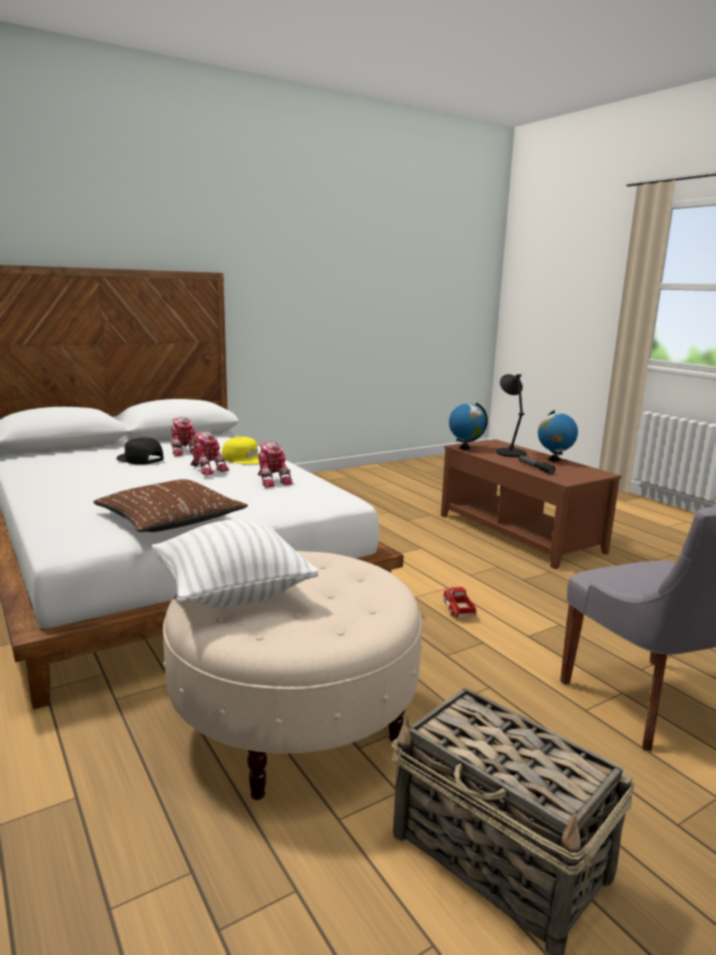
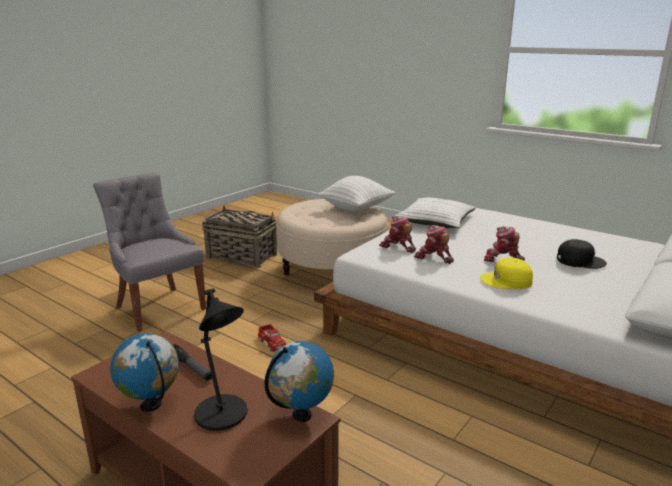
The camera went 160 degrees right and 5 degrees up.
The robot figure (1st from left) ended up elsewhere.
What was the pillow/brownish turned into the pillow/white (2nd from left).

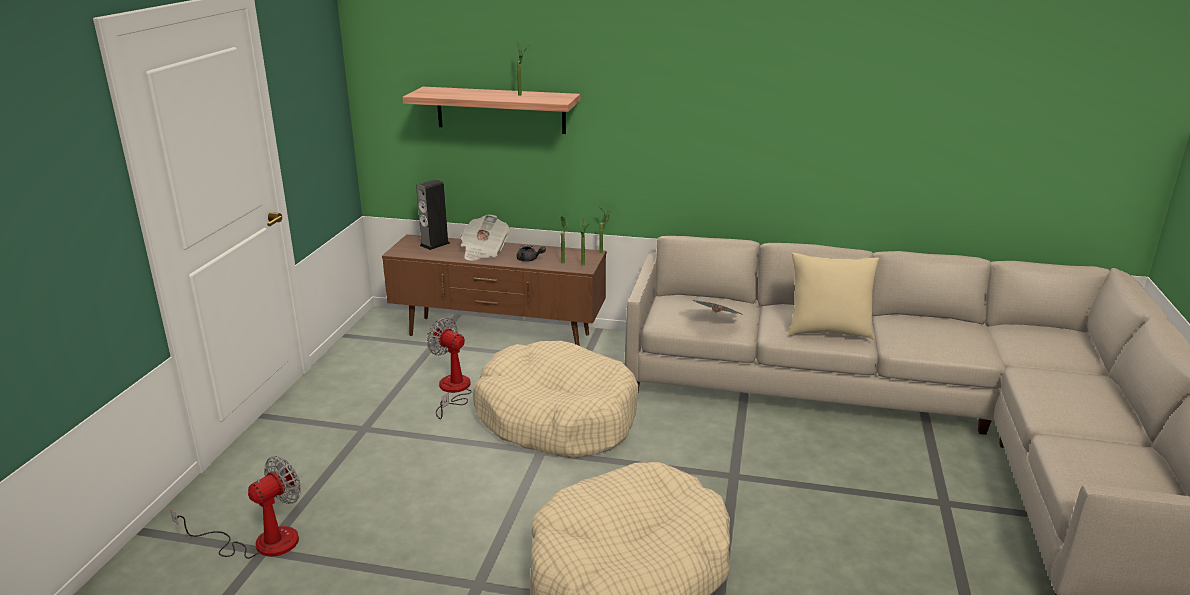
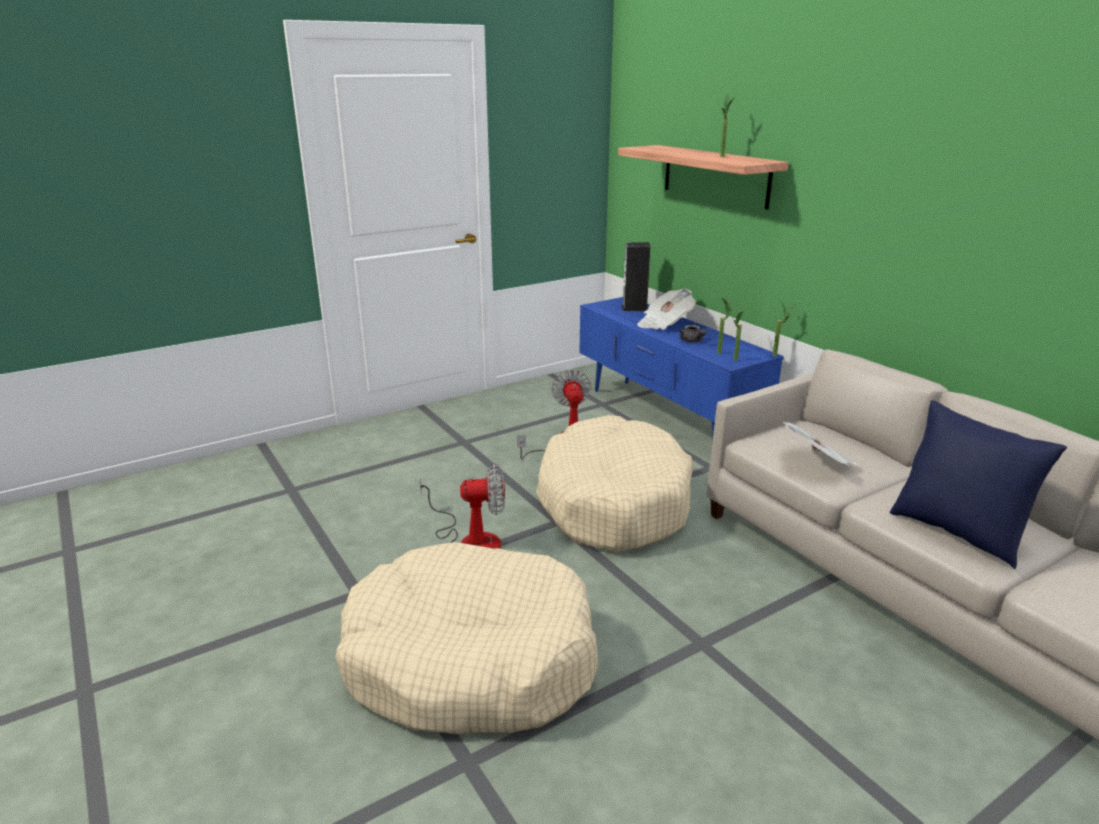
The camera went 45 degrees right and 0 degrees up.
What was the tv stand/brownish turned into the tv stand/blue.
What was the pillow/sand-coloured turned into the pillow/blue.
The cooling fan (1st from left) ended up elsewhere.

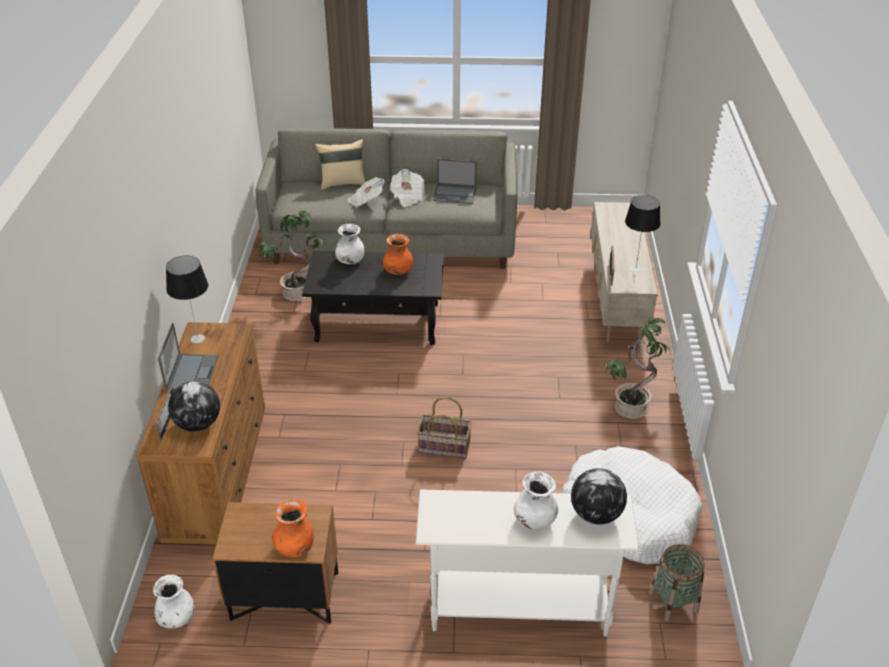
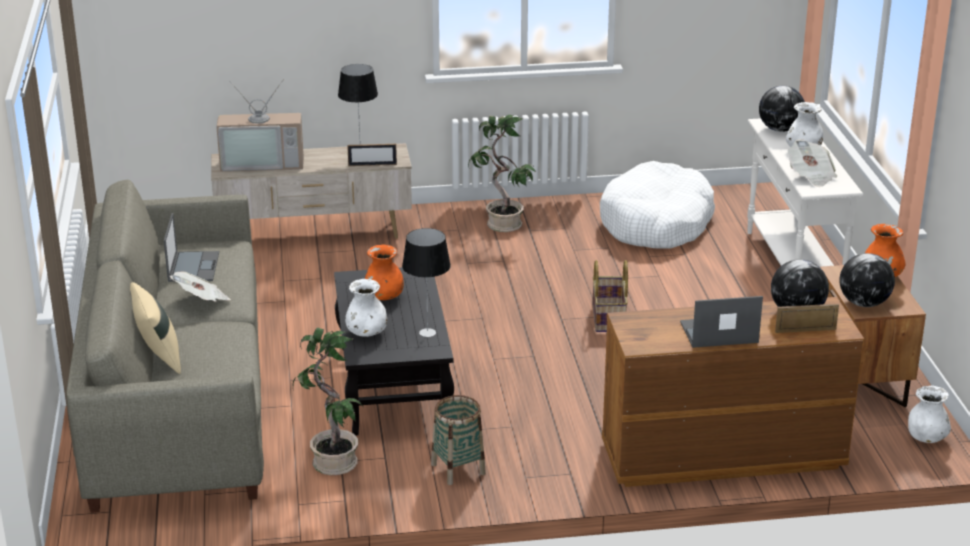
The camera went 100 degrees left and 10 degrees down.
The printed paper (1st from left in the first image) ended up elsewhere.
The table lamp (1st from left in the first image) ended up elsewhere.
The storage basket (2nd from left in the first image) ended up elsewhere.
The second view gained the TV.
The second view gained the desk globe (3rd from left).

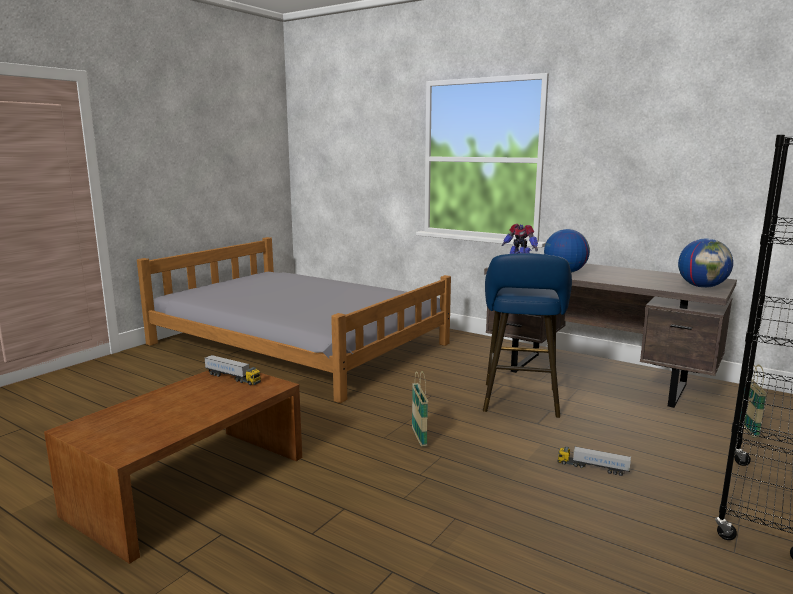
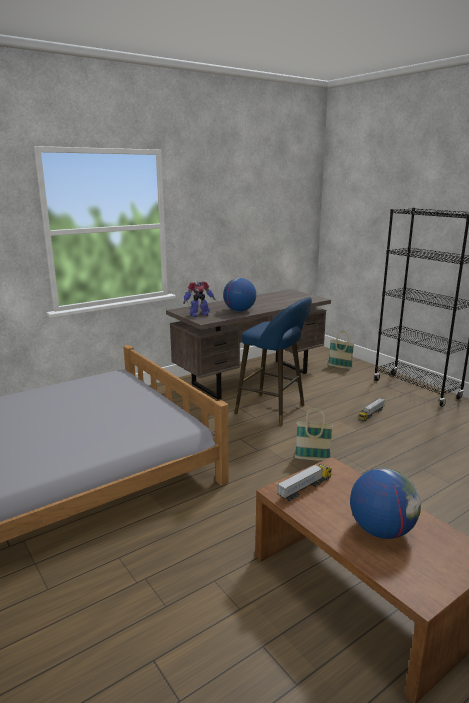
The camera went 70 degrees left and 5 degrees up.
The desk globe (2nd from left) ended up elsewhere.

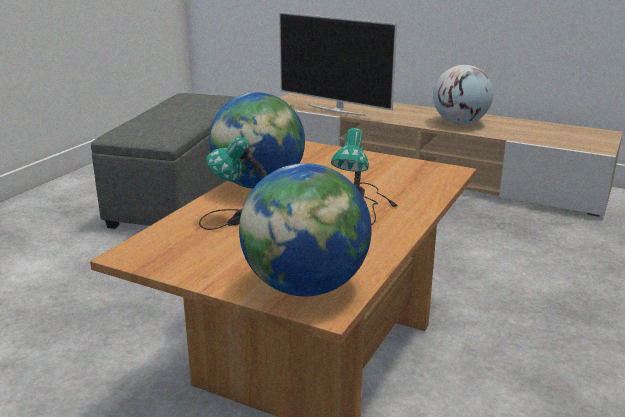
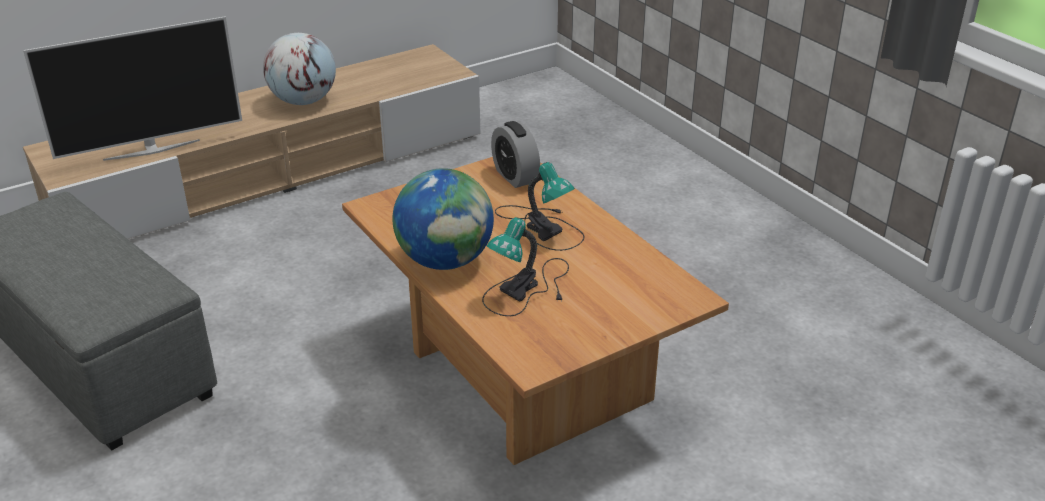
The camera went 60 degrees left and 10 degrees up.
The second view lost the desk globe (2nd from left).
The second view gained the bedside clock.

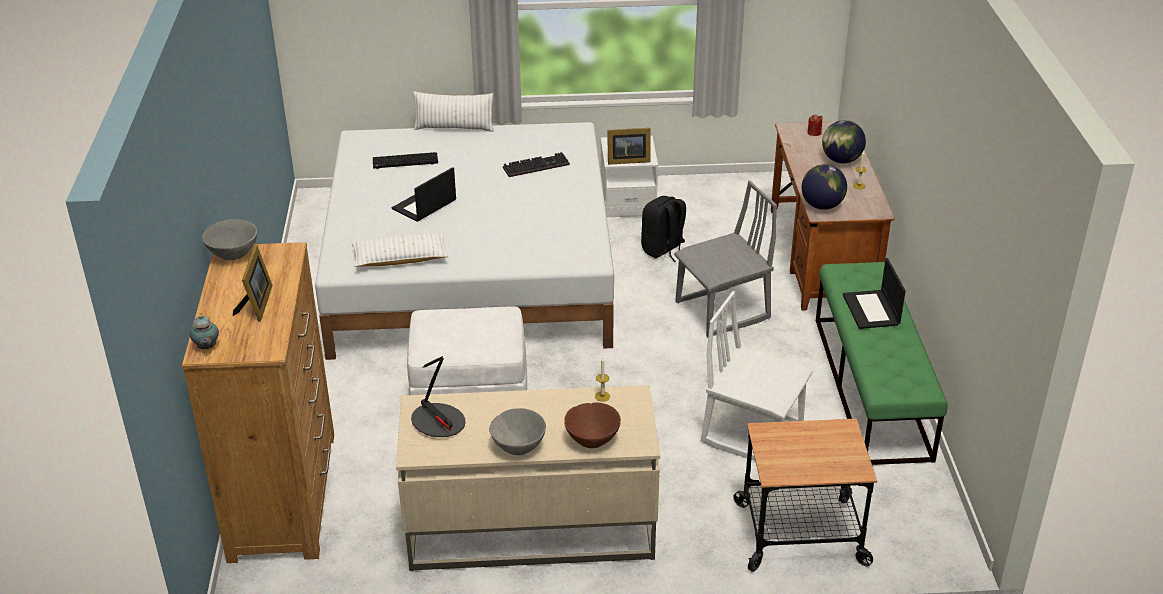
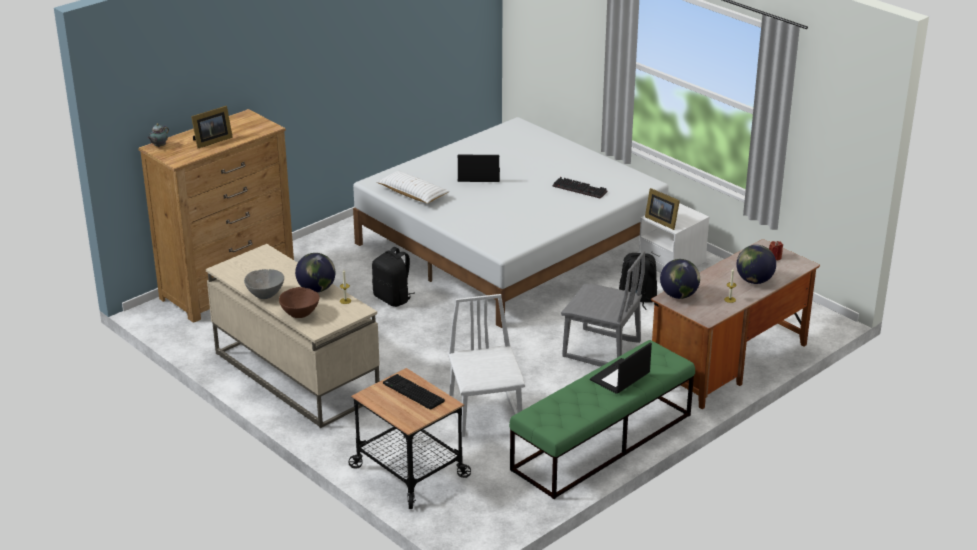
The camera went 50 degrees right and 5 degrees down.
The second view lost the pillow/white (2nd from left).
The PC keyboard (1st from left) ended up elsewhere.
The second view lost the serving bowl/grey (1st from left).
Where the footrest/white stood, the rucksack/black (1st from left) came to stand.
The second view lost the table lamp.
The second view gained the desk globe (1st from left).

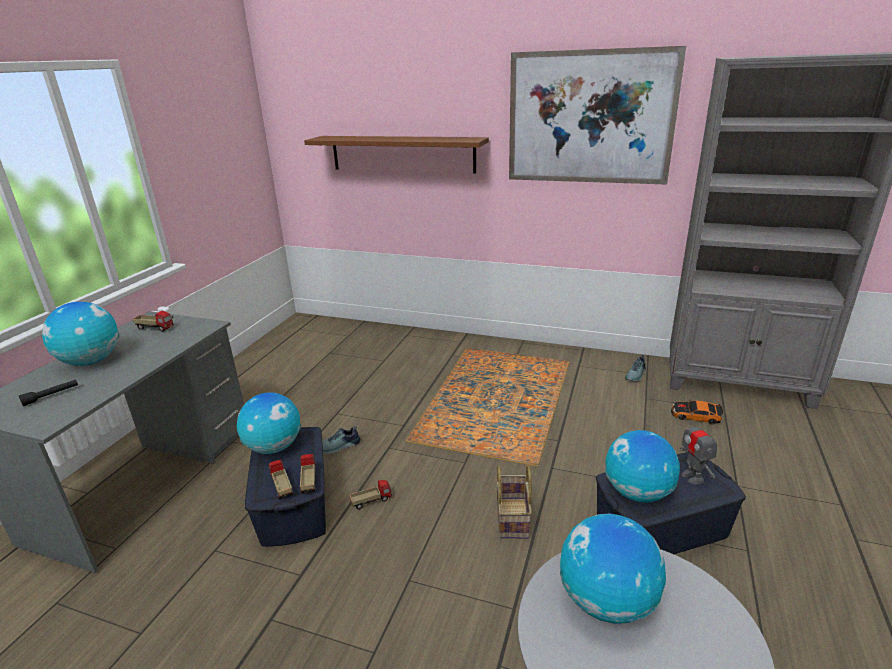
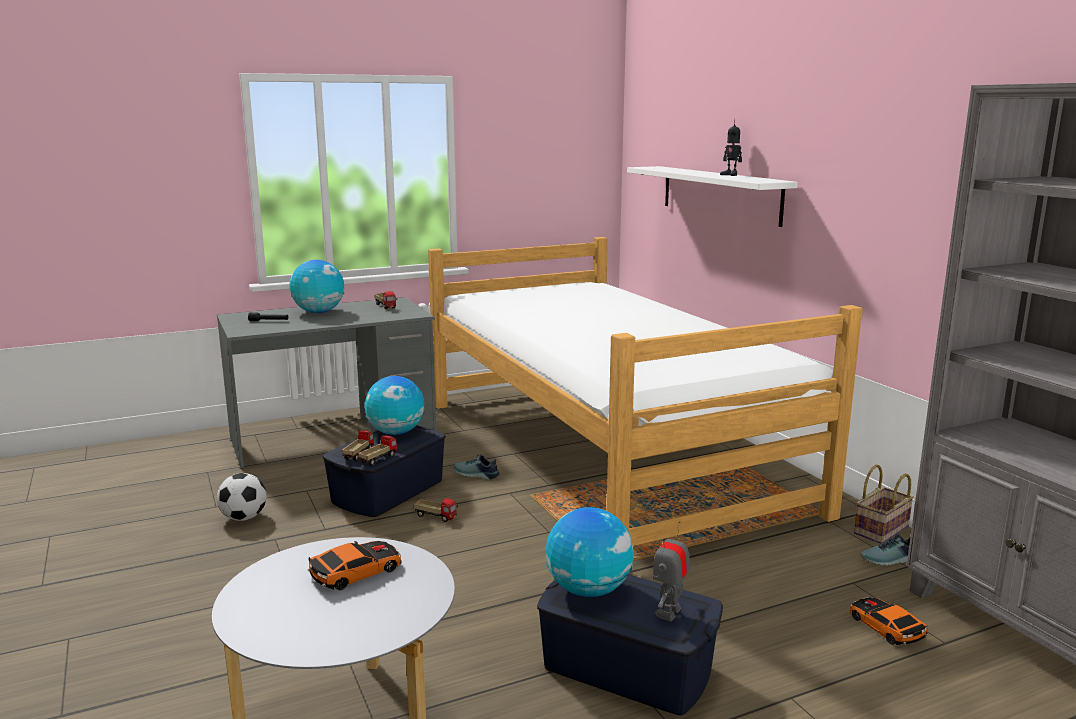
The camera went 45 degrees right and 10 degrees down.
The second view lost the picture.
What was the bracket shelf/brownish turned into the bracket shelf/white.
The storage basket ended up elsewhere.
Where the desk globe (3rd from left) stood, the model car (1st from left) came to stand.
The second view gained the robot figure (2nd from left).
The second view gained the bedroom bed.
The second view gained the football.

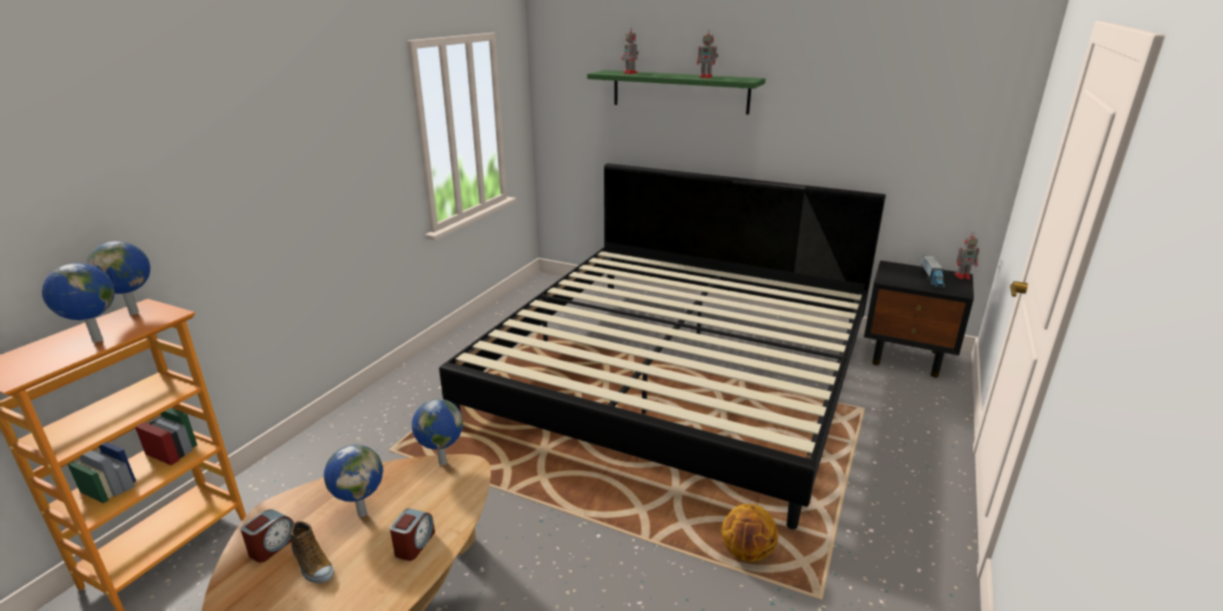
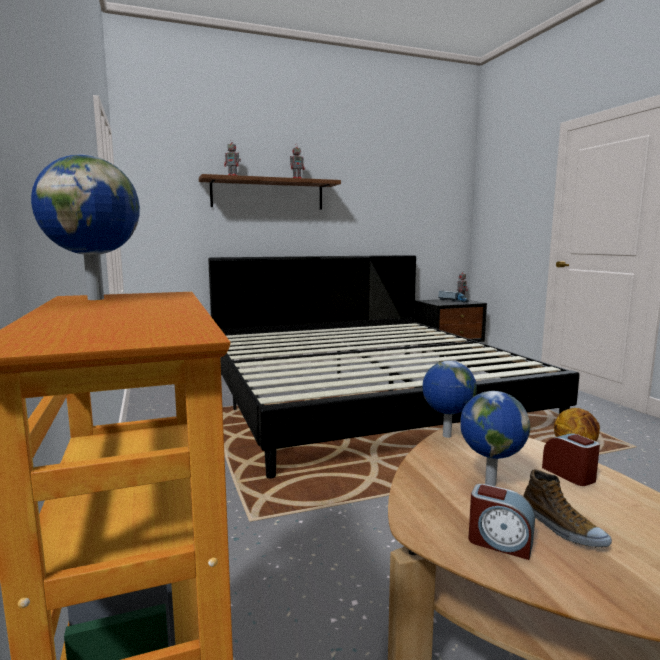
The camera went 45 degrees left and 15 degrees down.
What was the bracket shelf/greenish turned into the bracket shelf/brownish.
The second view lost the desk globe (1st from left).
The bedside clock (1st from left) ended up facing another way, 135 degrees clockwise from before.
The low shoe ended up facing another way, 60 degrees clockwise from before.

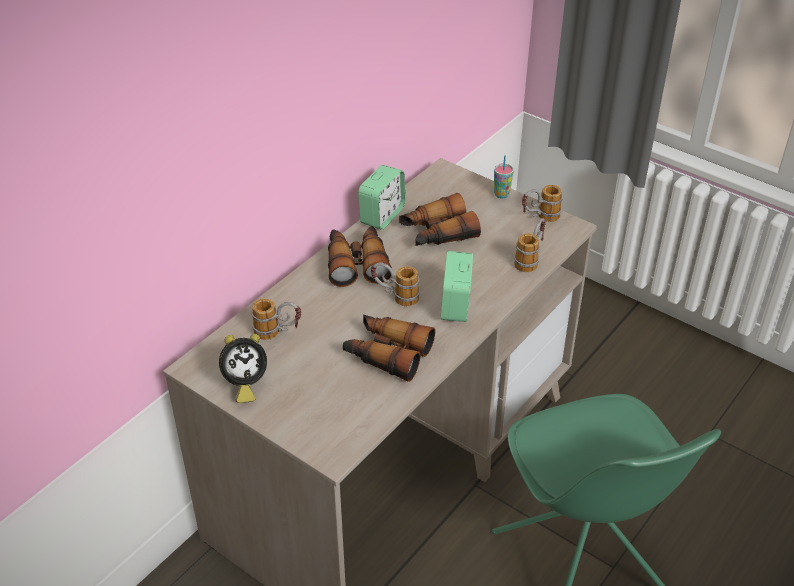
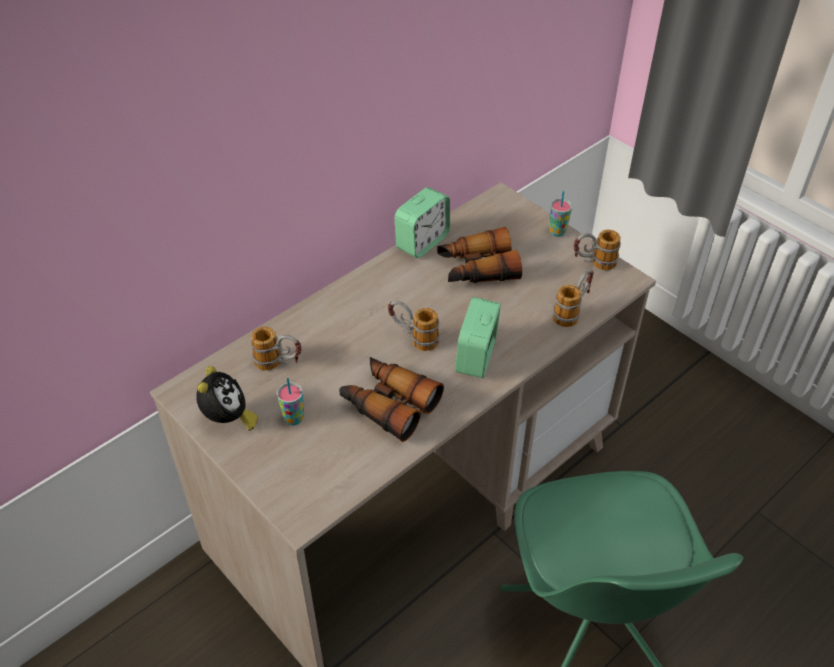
The camera went 10 degrees right and 5 degrees up.
The second view lost the binoculars (1st from left).
The bedside clock (1st from left) ended up facing another way, 75 degrees counterclockwise from before.
The second view gained the cup (1st from left).

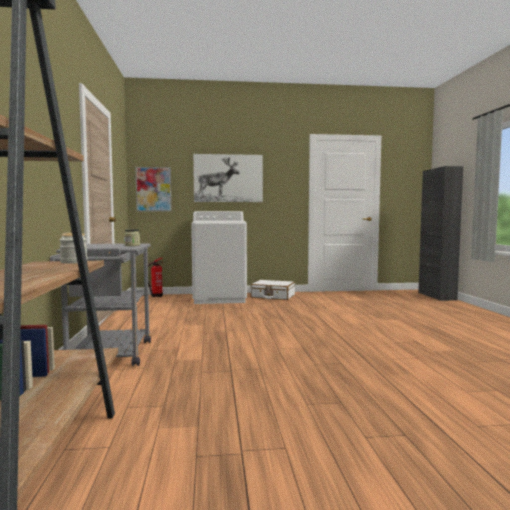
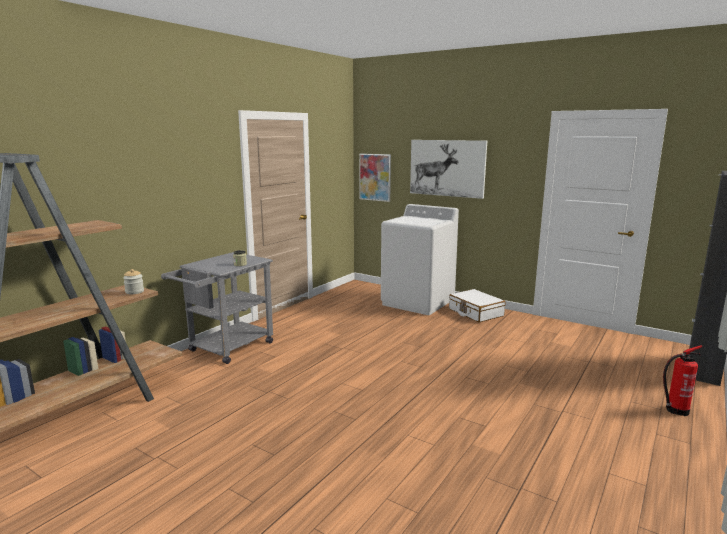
The camera went 40 degrees right and 10 degrees up.
The fire-fighting cylinder ended up elsewhere.

